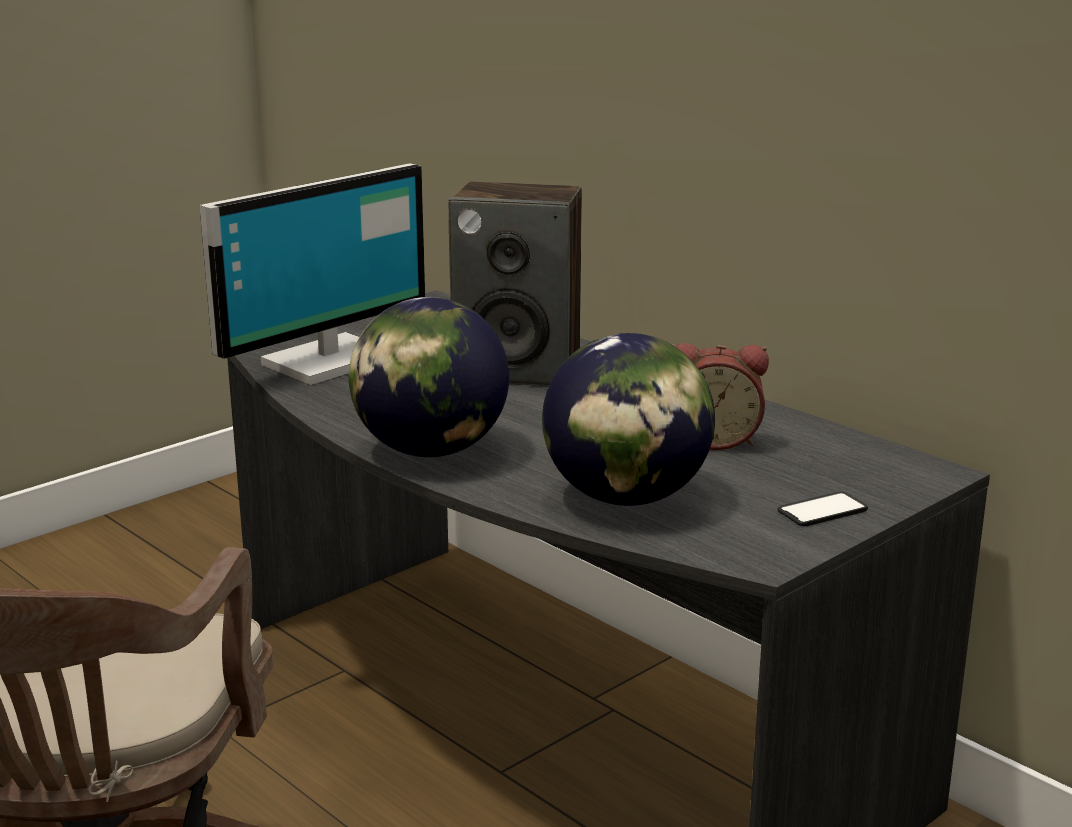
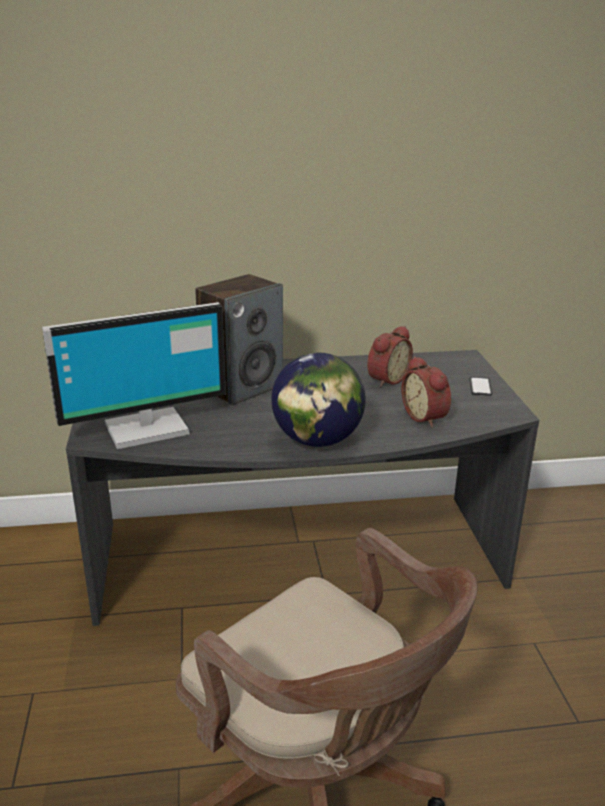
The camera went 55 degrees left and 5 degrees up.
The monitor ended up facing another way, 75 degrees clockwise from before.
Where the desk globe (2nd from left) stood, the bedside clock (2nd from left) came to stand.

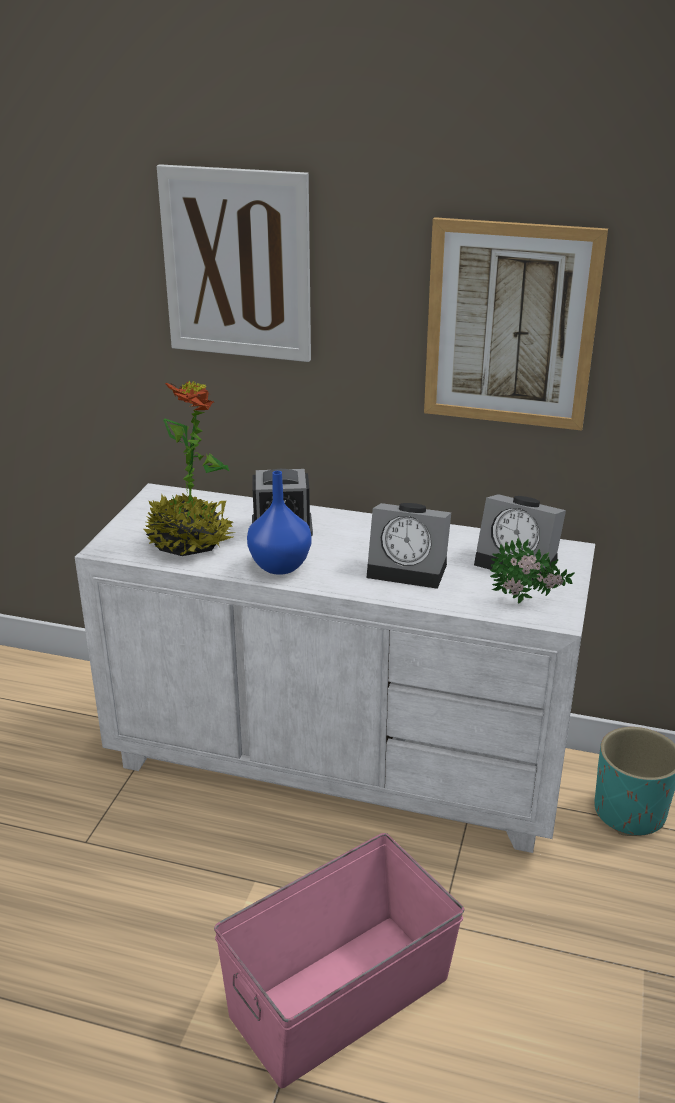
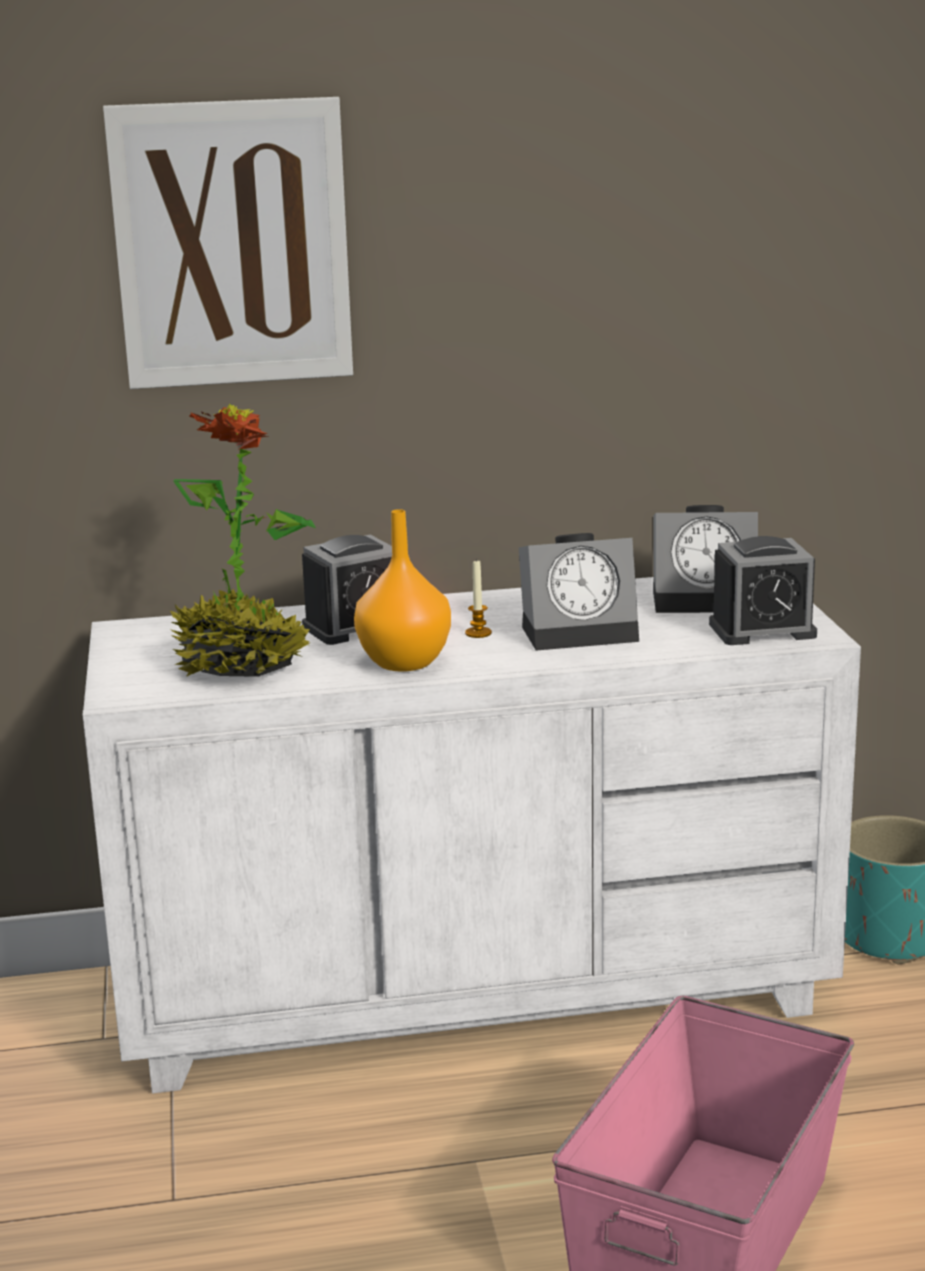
The camera went 25 degrees left and 10 degrees down.
The second view lost the picture (2nd from left).
What was the flower vase/blue turned into the flower vase/orange.
Where the potted plant (2nd from left) stood, the bedside clock (4th from left) came to stand.
The second view gained the wax candle.

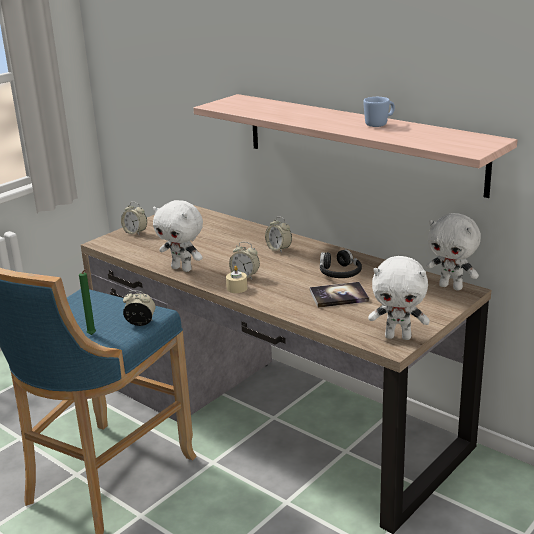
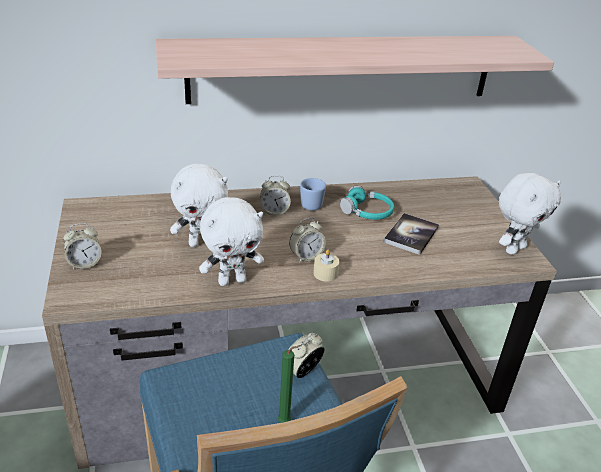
The camera went 55 degrees left and 10 degrees up.
The tea mug/blue ended up elsewhere.
The cuddly toy/white (3rd from left in the first image) ended up elsewhere.
What was the pair of headphones/black turned into the pair of headphones/turquoise.

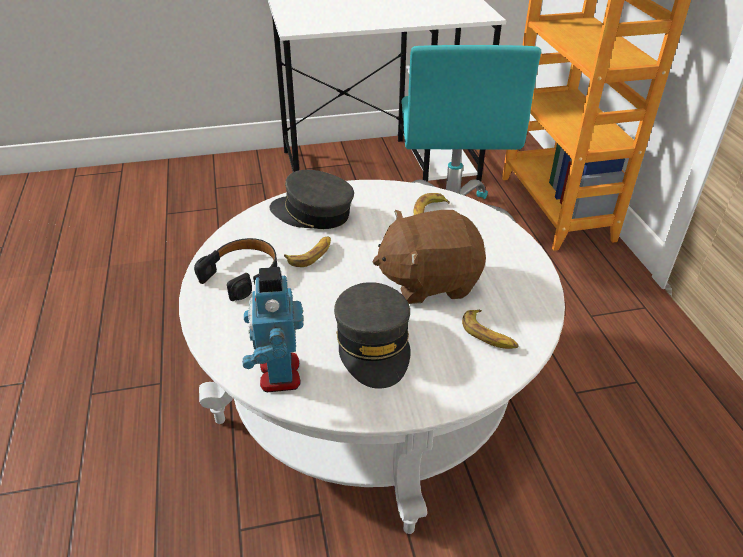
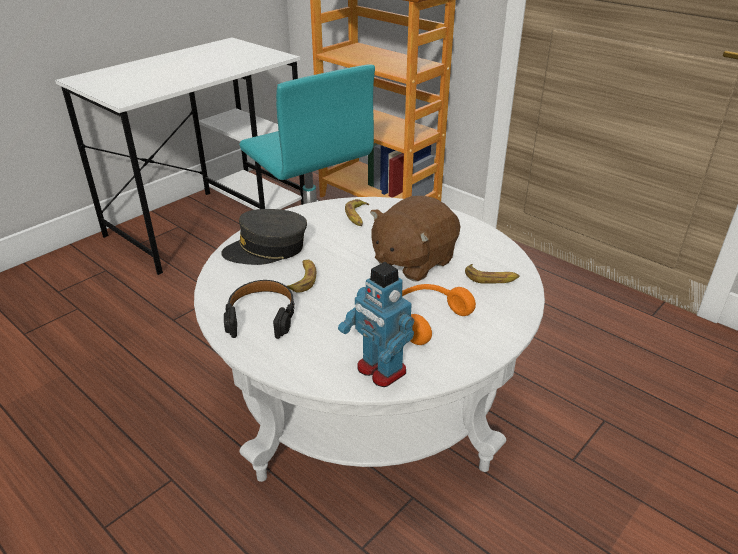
The camera went 35 degrees left and 5 degrees down.
Where the cap/grey (2nd from left) stood, the pair of headphones/orange came to stand.

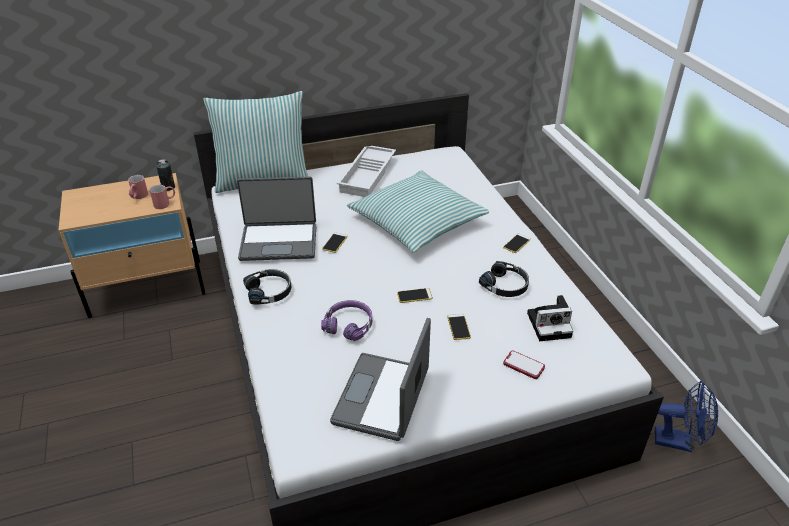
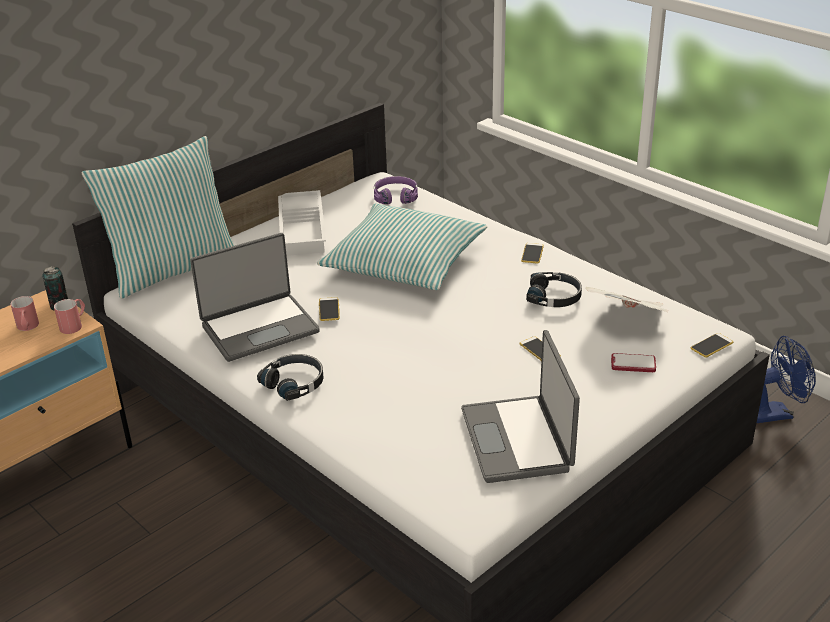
The camera went 25 degrees left and 5 degrees down.
The telephone (2nd from left in the first image) ended up elsewhere.
Where the still camera stood, the printed paper came to stand.
The pair of headphones/purple-coloured ended up elsewhere.

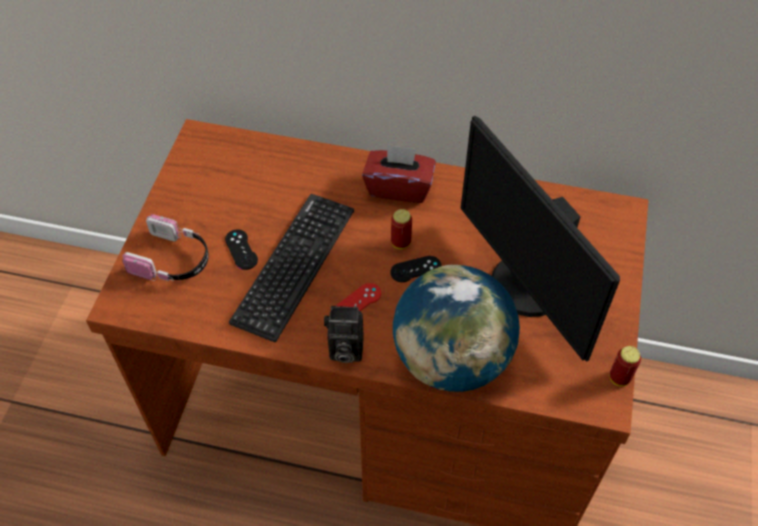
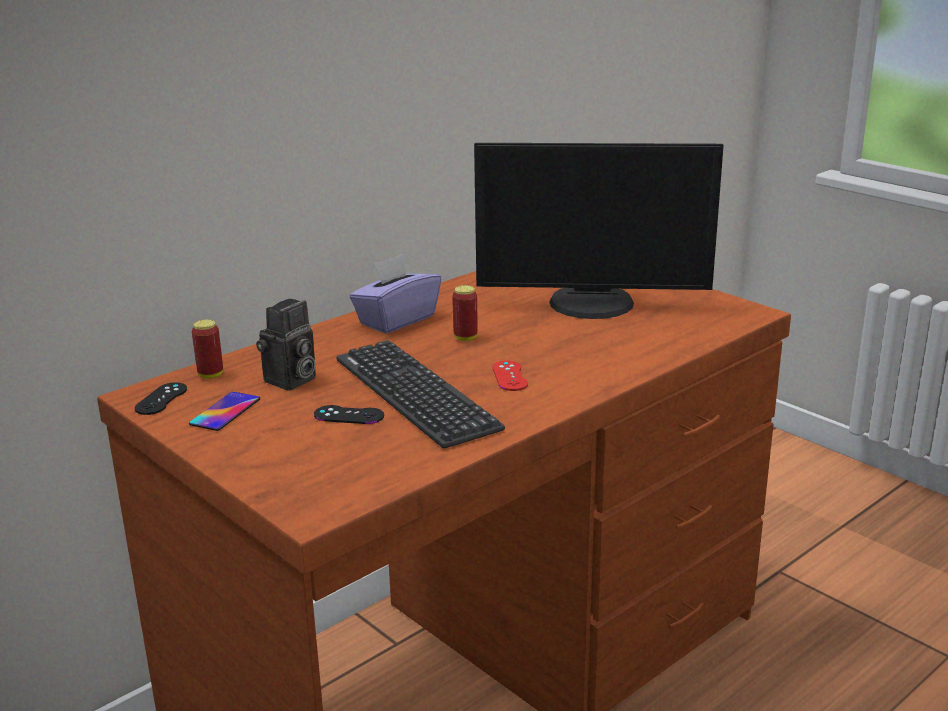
The camera went 55 degrees left and 30 degrees down.
What was the tissue box/reddish turned into the tissue box/purple-coloured.
The second view lost the pair of headphones.
The game controller/black (2nd from left in the first image) ended up elsewhere.
The second view lost the desk globe.
The still camera ended up elsewhere.
The can (2nd from left in the first image) ended up elsewhere.
The second view gained the telephone.

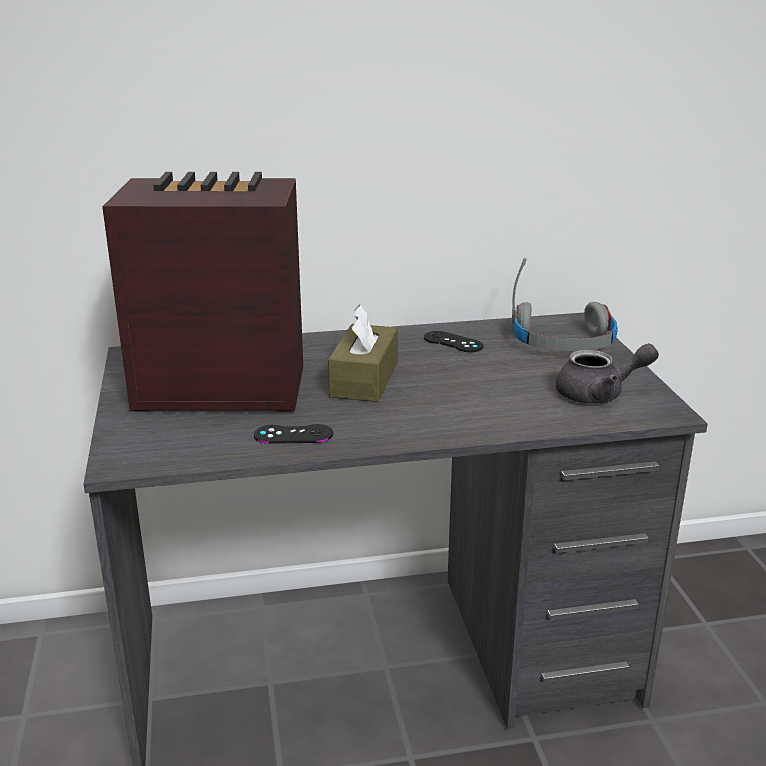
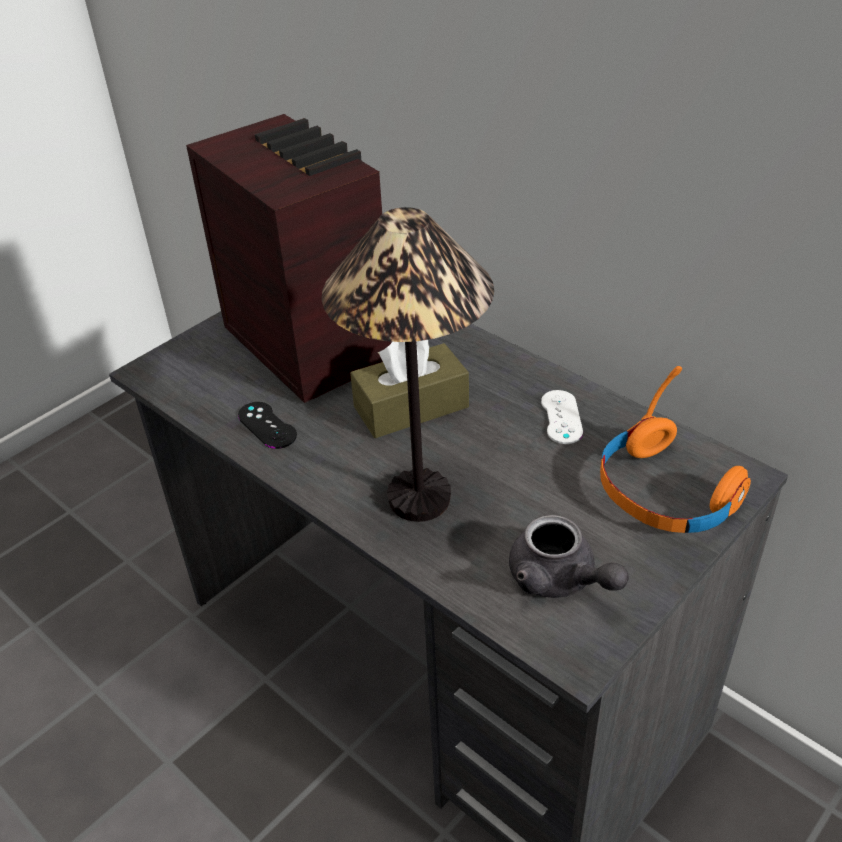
The camera went 55 degrees right and 15 degrees up.
What was the pair of headphones/grey turned into the pair of headphones/orange.
What was the game controller/black (2nd from left) turned into the game controller/white.
The second view gained the table lamp.

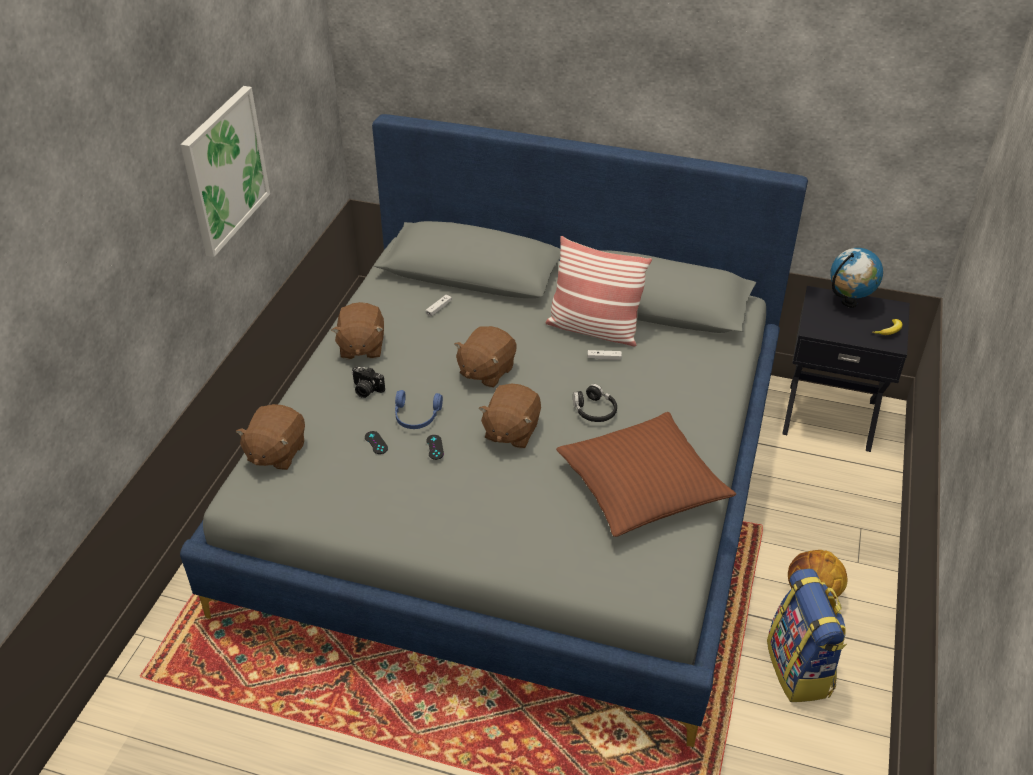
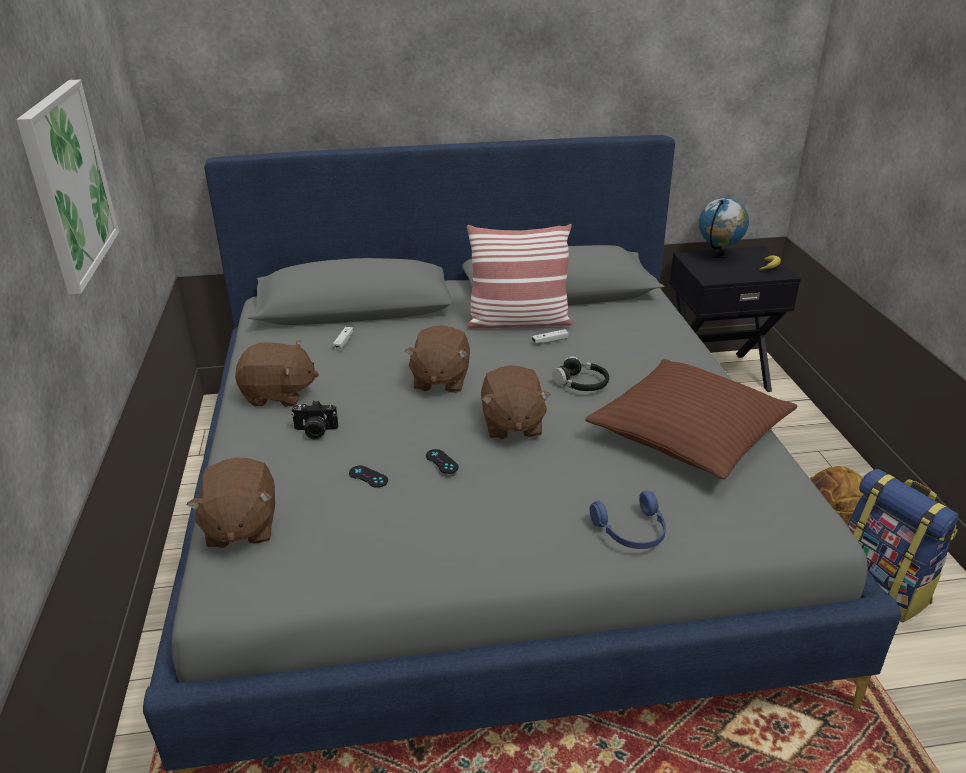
The camera went 25 degrees left and 10 degrees down.
The cuddly toy/brownish (2nd from left) ended up facing another way, 60 degrees counterclockwise from before.
The pair of headphones/blue ended up elsewhere.

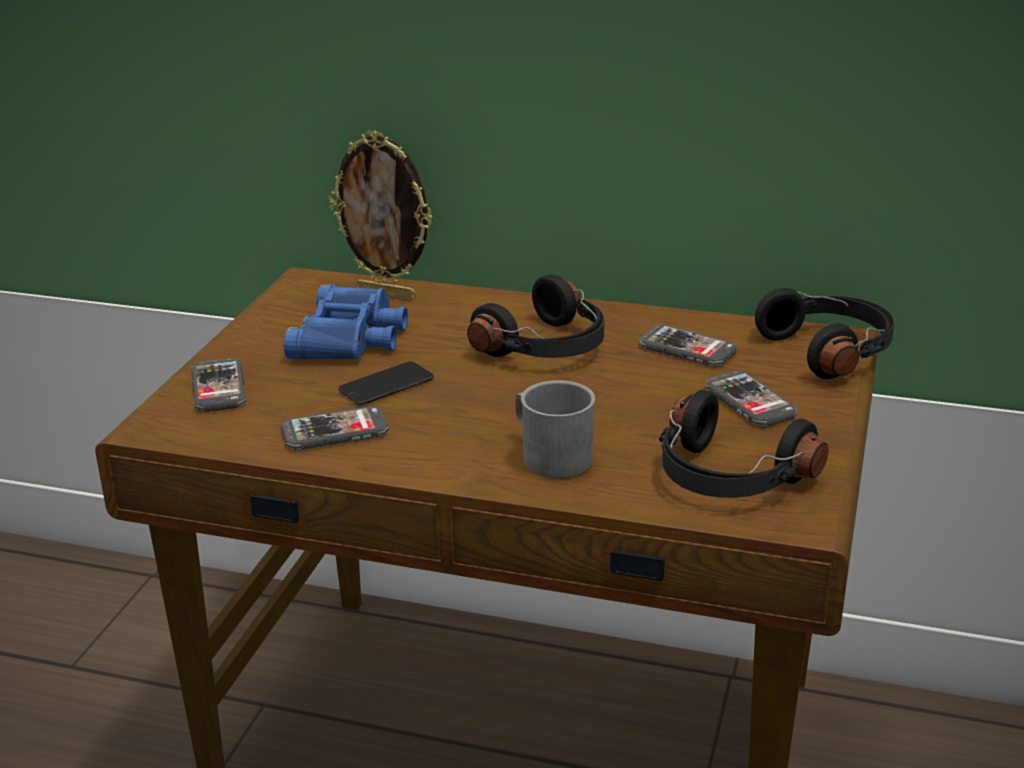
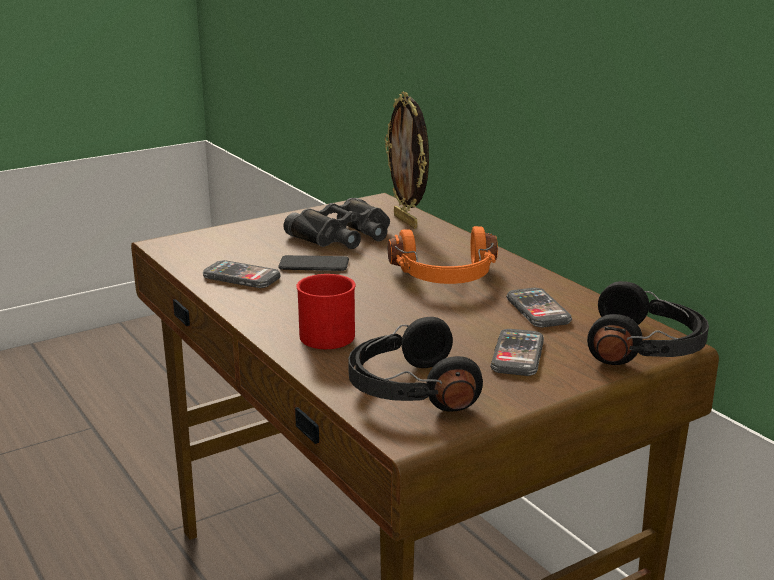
The camera went 40 degrees right and 5 degrees down.
What was the pair of headphones/black (1st from left) turned into the pair of headphones/orange.
What was the binoculars/blue turned into the binoculars/black.
The second view lost the telephone (1st from left).
What was the tea mug/grey turned into the tea mug/reddish.

